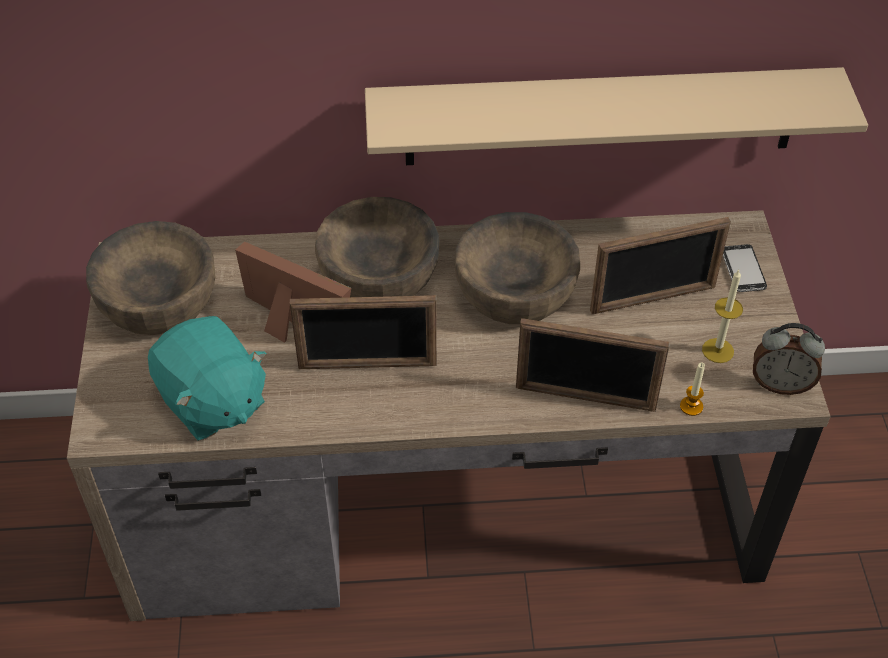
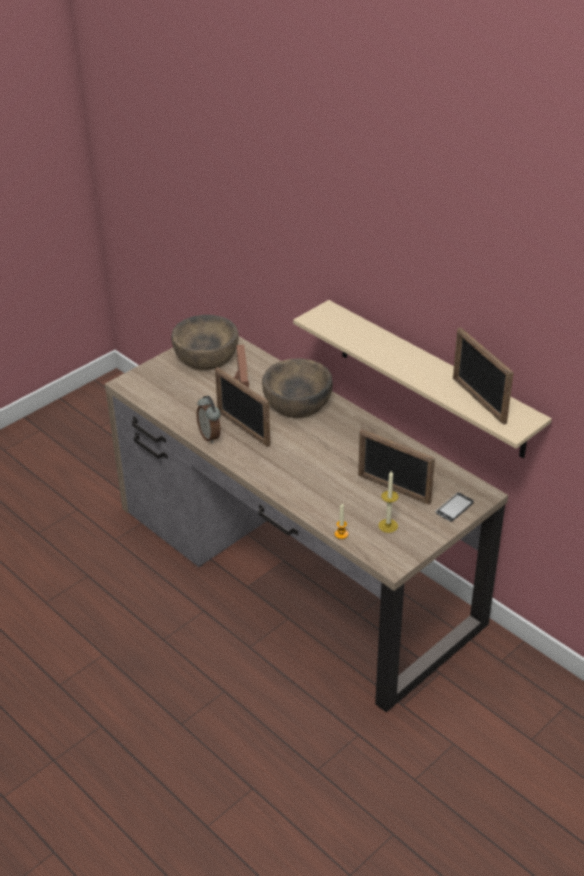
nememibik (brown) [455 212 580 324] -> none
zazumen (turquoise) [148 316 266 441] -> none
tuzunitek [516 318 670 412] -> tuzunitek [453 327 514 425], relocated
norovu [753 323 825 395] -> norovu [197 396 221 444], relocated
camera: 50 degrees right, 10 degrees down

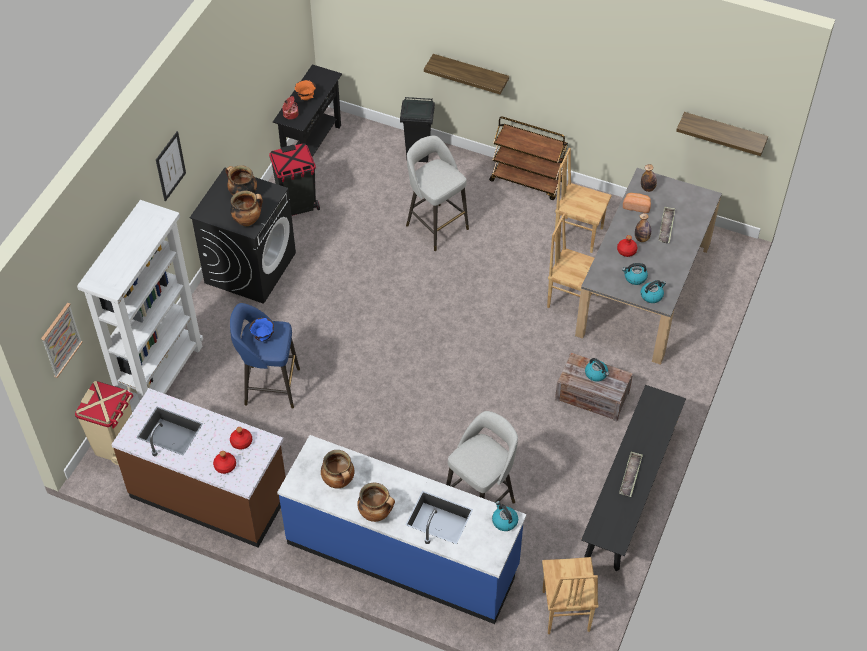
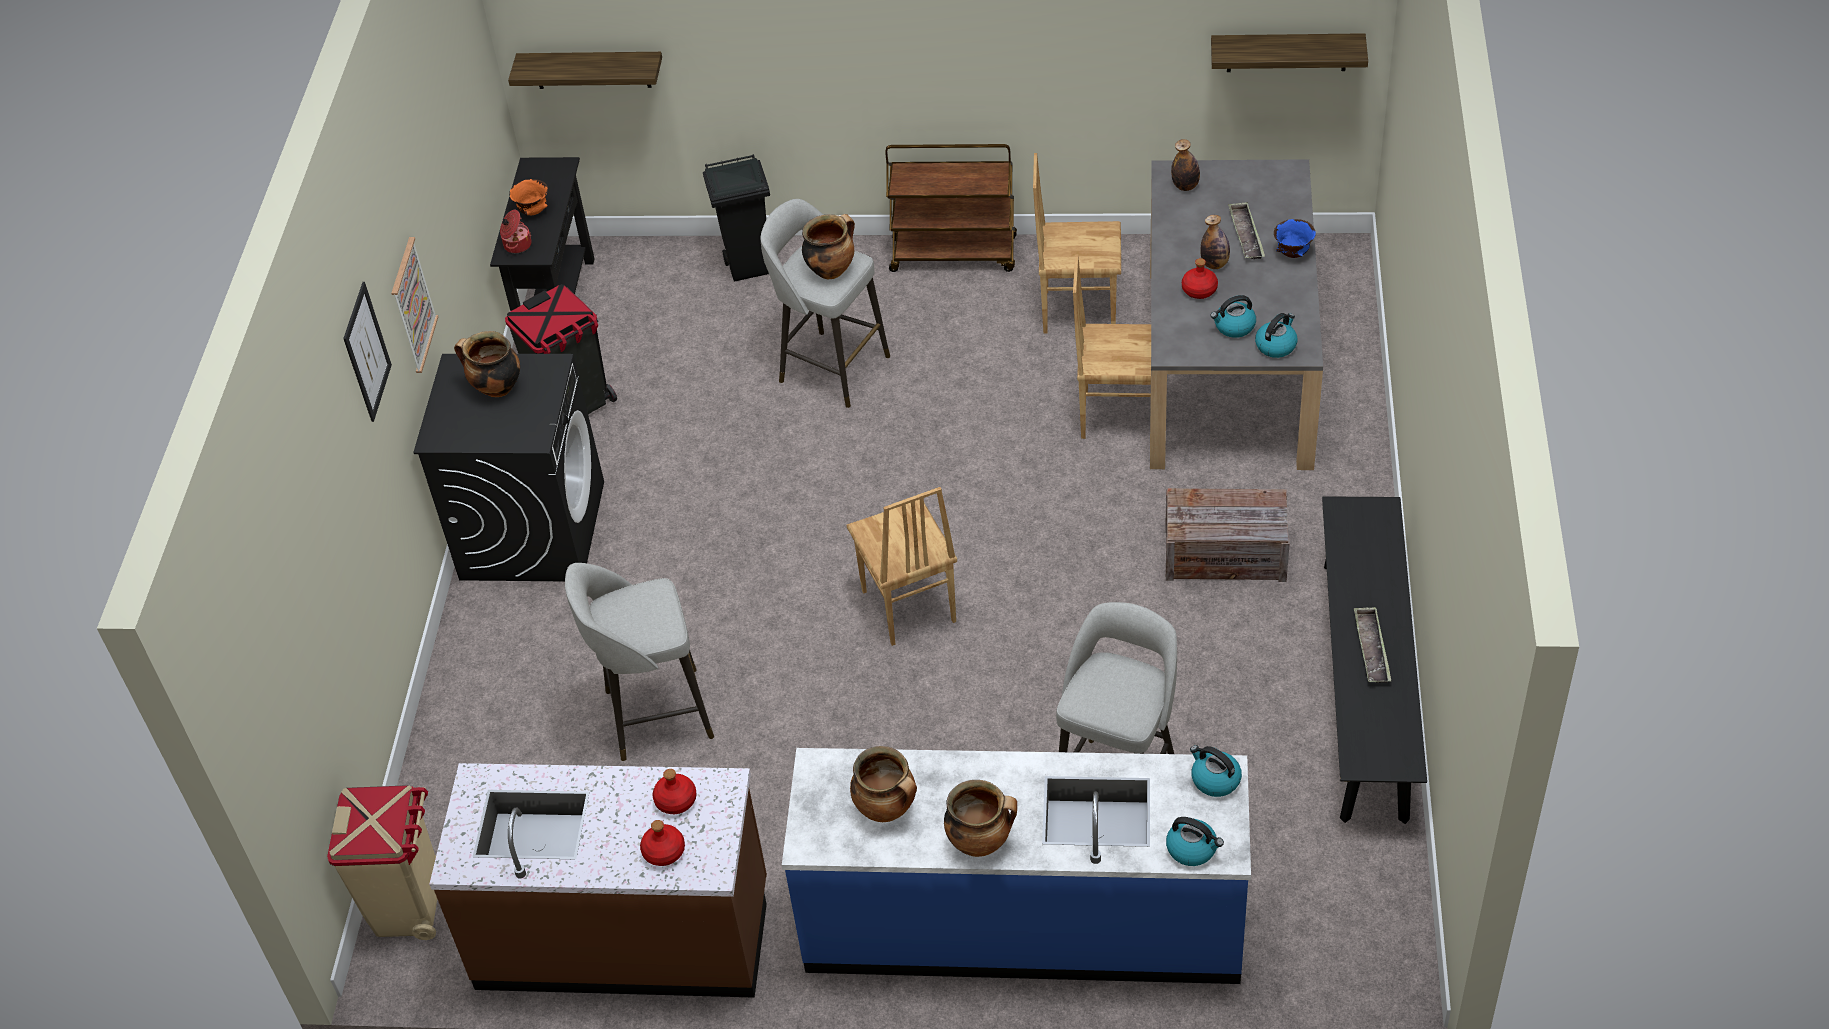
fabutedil [424 54 509 94] -> fabutedil [508 52 662 89], relocated
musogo [230 191 263 226] -> musogo [802 214 855 279], relocated
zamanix [623 193 651 213] -> none
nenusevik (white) [77 200 203 413] -> none
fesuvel [41 303 83 378] -> fesuvel [391 237 438 373], relocated
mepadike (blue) [230 303 300 409] -> mepadike (grey) [565 563 714 761]
nememibik (blue) [250 318 274 342] -> nememibik (blue) [1274 219 1316 258], relocated
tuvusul [585 358 609 382] -> tuvusul [1166 817 1224 866], relocated
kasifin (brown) [542 557 598 634] -> kasifin (brown) [847 487 957 646], relocated
camera: 15 degrees left, 5 degrees down

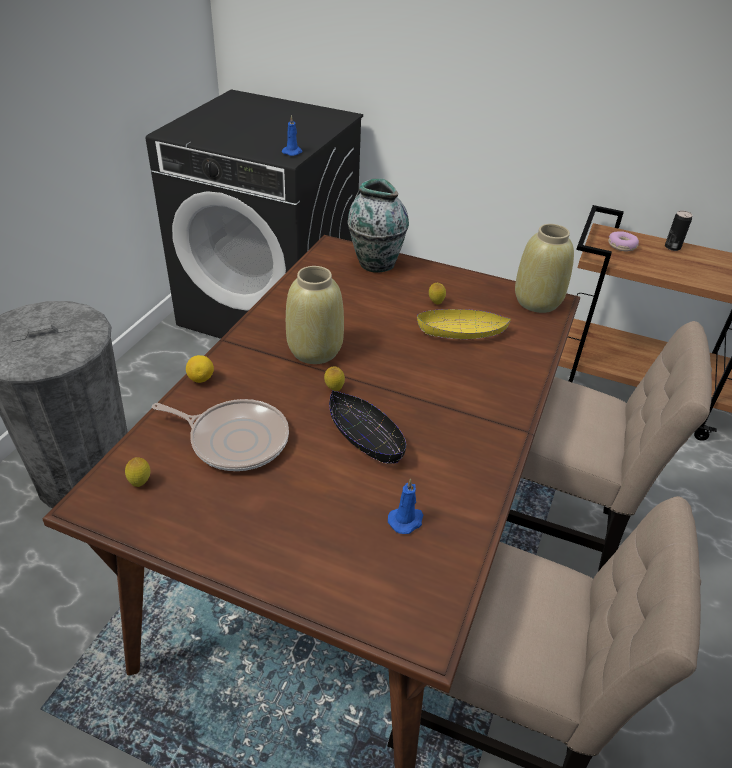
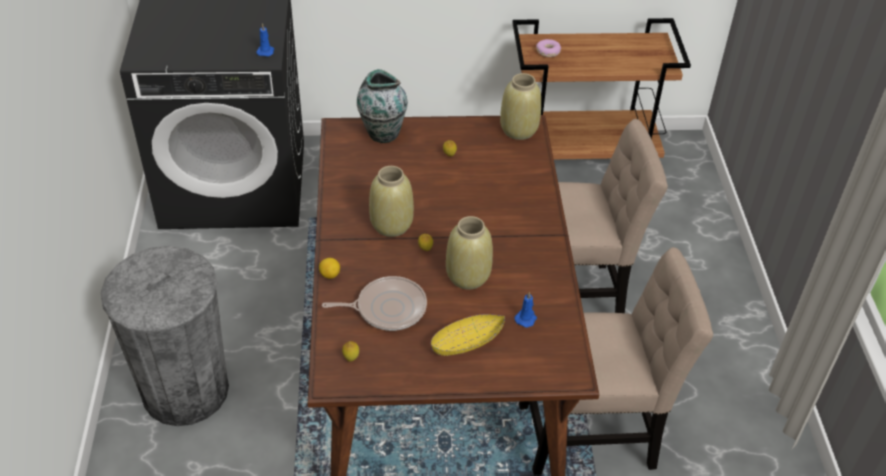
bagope [665 211 693 251] -> none
nememibik (yellow) [417 309 511 339] -> nememibik (yellow) [431 314 505 356], relocated
nememibik (black) [329 390 406 464] -> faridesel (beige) [446 216 493 290]
camera: 25 degrees left, 5 degrees up

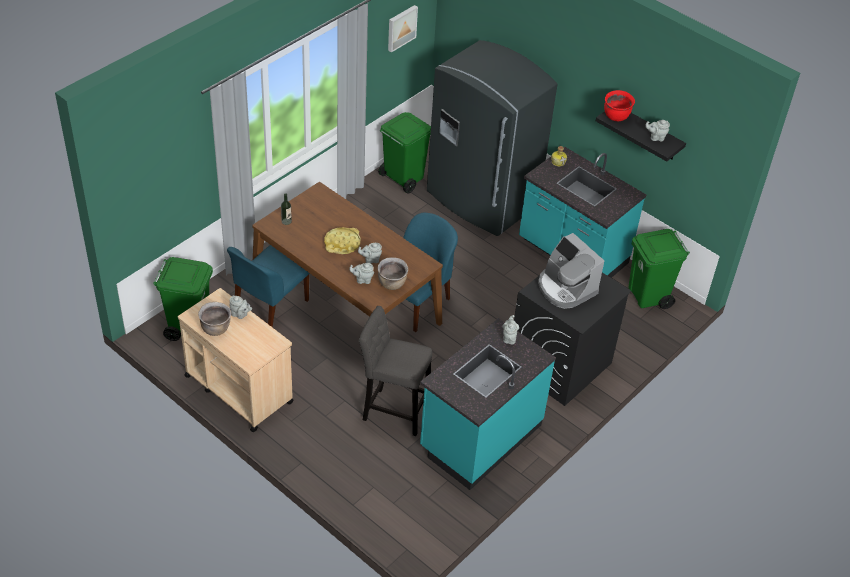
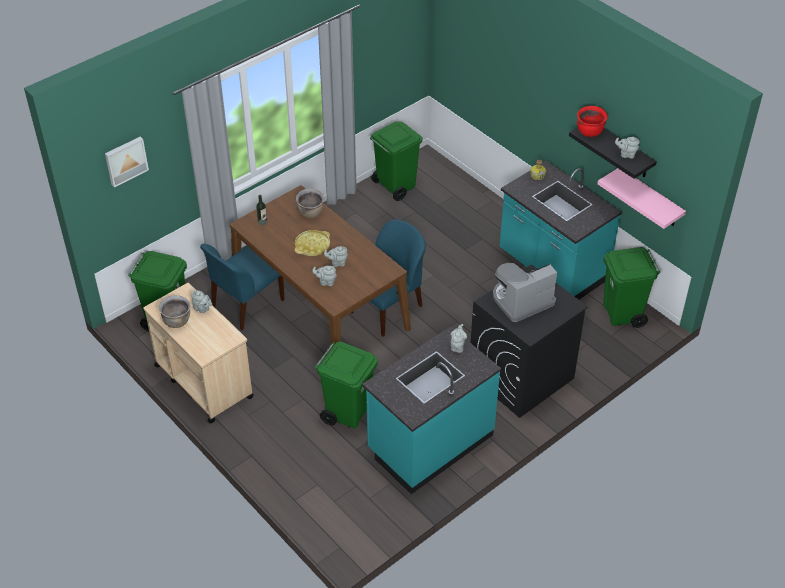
fesuvel [388 5 418 52] -> fesuvel [105 137 149 187], relocated
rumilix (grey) [427 40 557 236] -> none
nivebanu [538 233 604 309] -> nivebanu [493 263 557 322], 90 degrees clockwise
musogo (brown) [377 257 408 290] -> musogo (brown) [296 188 324 218], relocated
mepadike (grey) [359 306 432 436] -> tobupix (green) [315 342 378 429]
none -> fabutedil (pink) [597 168 686 229]
camera: 10 degrees right, 0 degrees up

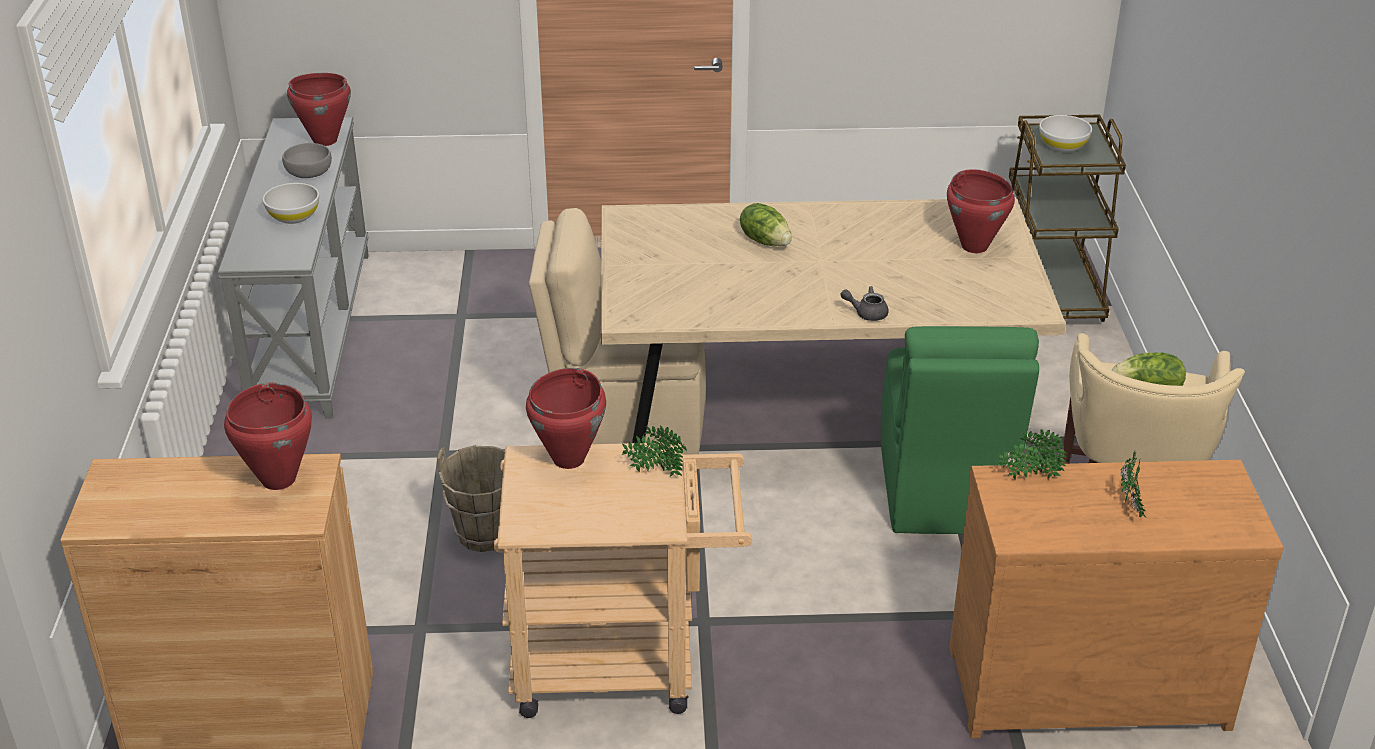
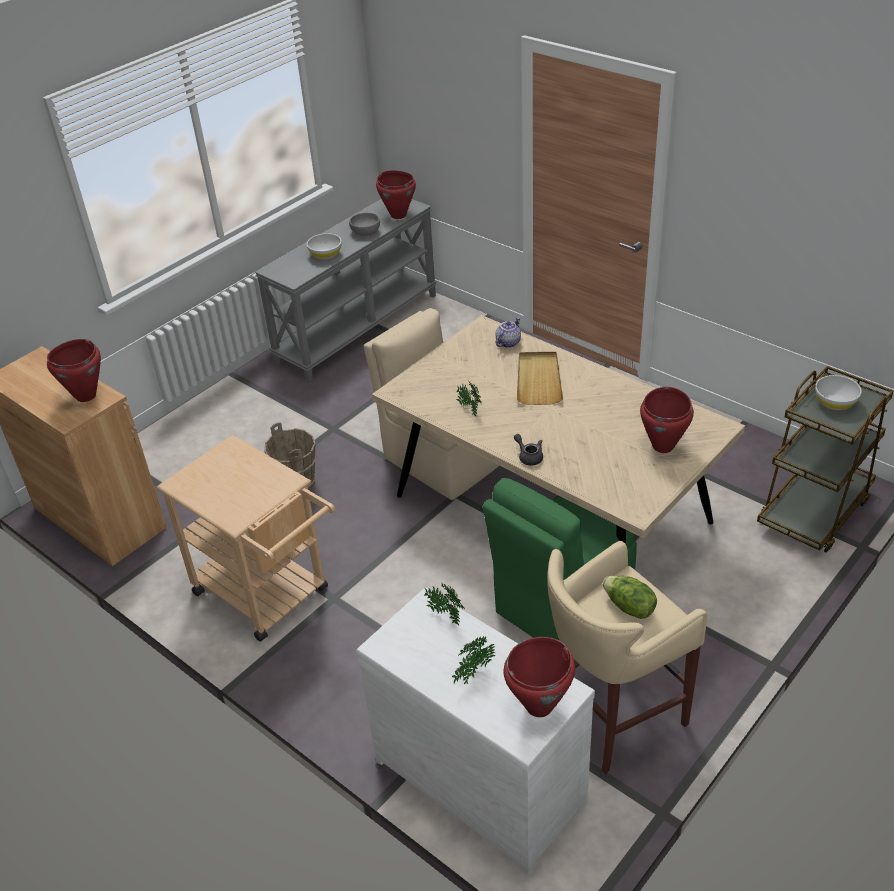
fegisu [740 203 792 246] -> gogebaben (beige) [517 352 563 405]
musogo (red) [526 368 606 469] -> musogo (red) [503 637 575 717], relocated
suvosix [622 426 687 477] -> suvosix [456 382 482 416], relocated
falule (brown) [950 460 1284 738] -> falule (white) [356 587 595 875]
none -> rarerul [495 317 521 348]
camera: 45 degrees right, 5 degrees up

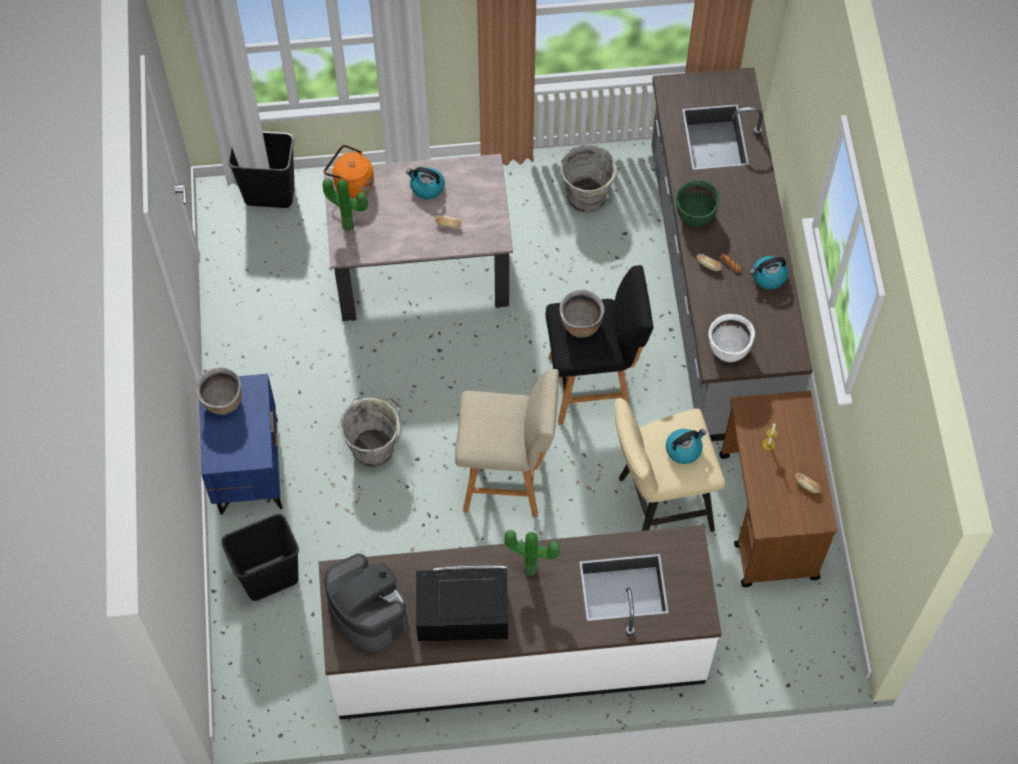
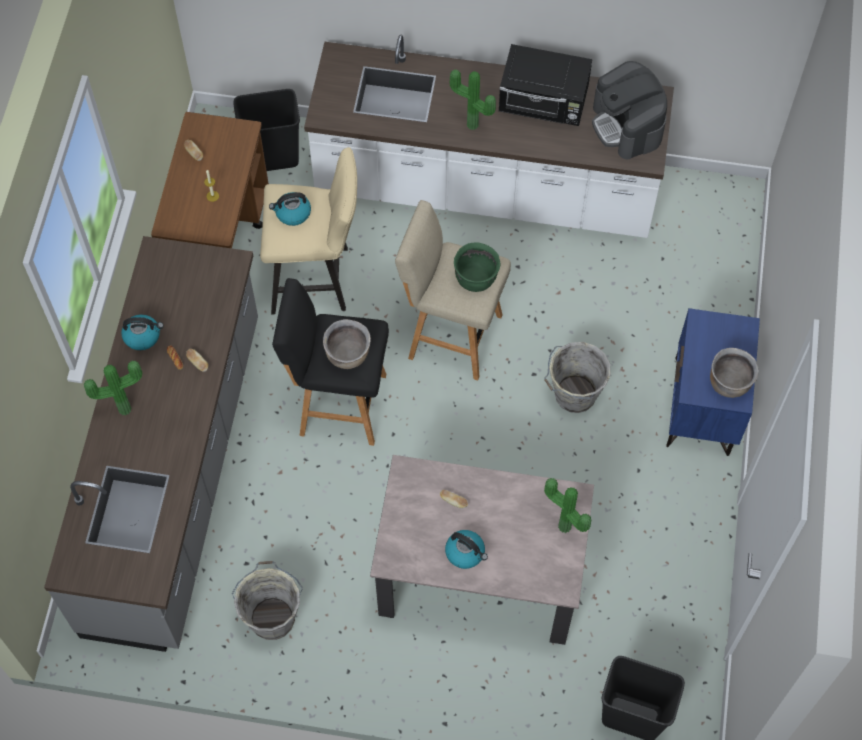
tuvusul (orange) [324 145 374 198] -> none
musogo (green) [675 180 720 227] -> musogo (green) [454 242 500 292], relocated
musogo (white) [709 314 755 362] -> none
tobupix (black) [221 514 299 601] -> tobupix (black) [234 89 300 171], relocated
none -> suvosix [84 361 142 416]
camera: 165 degrees left, 0 degrees up

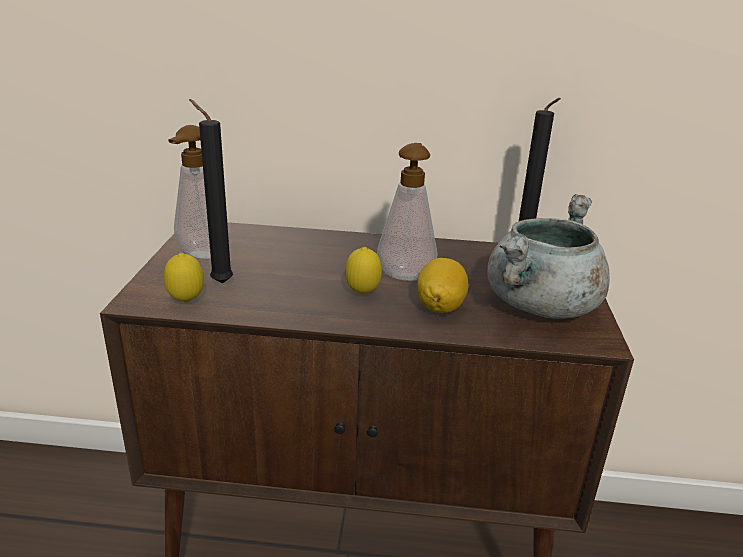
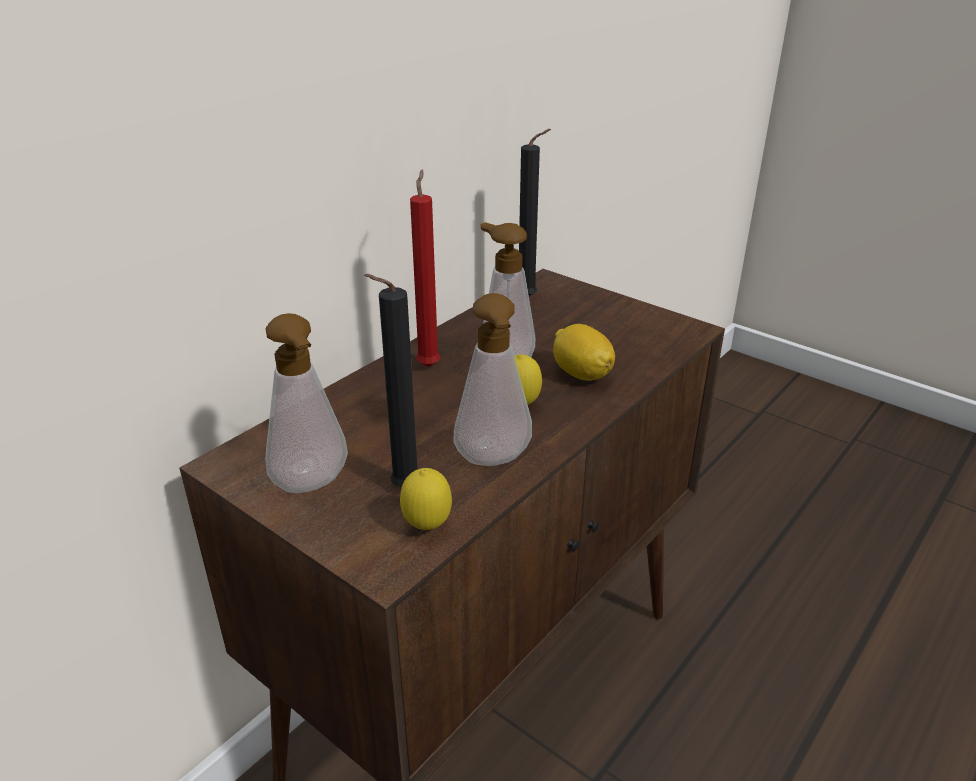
musogo (grey) [487 194 609 319] -> none
none -> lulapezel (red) [410 169 440 367]
none -> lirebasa [453 293 532 466]
camera: 55 degrees left, 5 degrees up

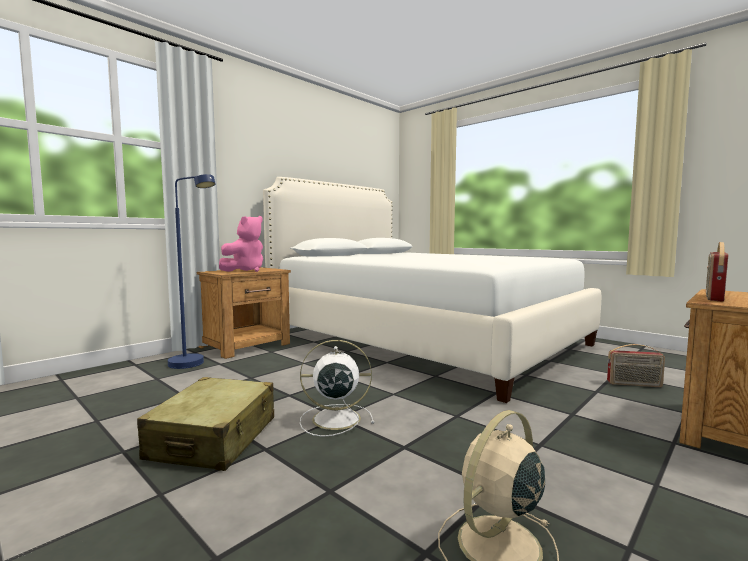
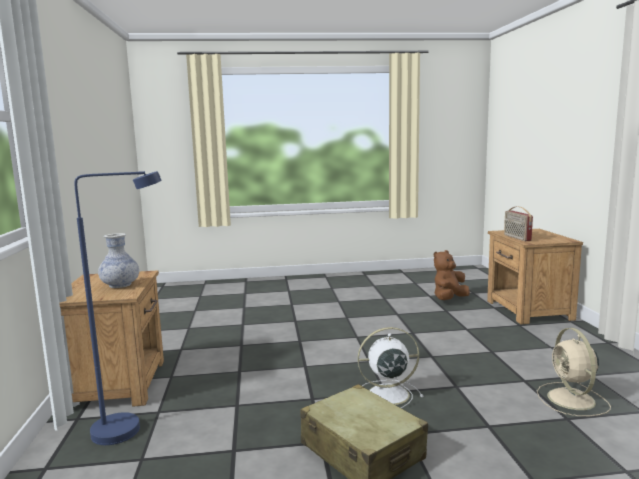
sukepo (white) [263 177 601 403] -> none
zazumen (pink) [219 216 263 272] -> faridesel [98 233 139 288]
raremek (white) [300 340 374 437] -> raremek (white) [357 327 424 408], 45 degrees clockwise
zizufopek [607 344 665 387] -> zazumen (brown) [434 250 470 300]
camera: 50 degrees left, 5 degrees up

